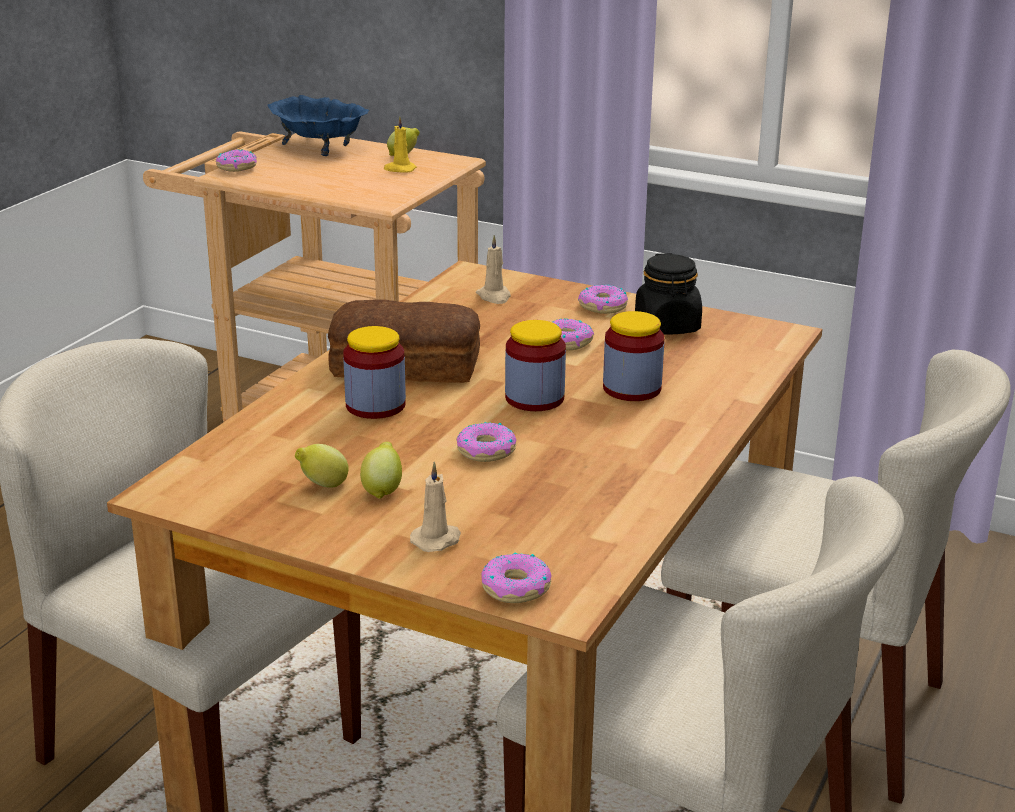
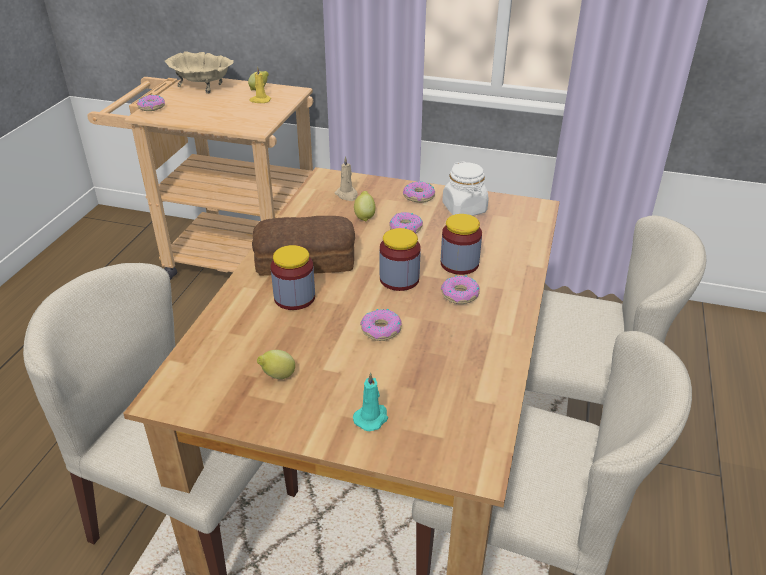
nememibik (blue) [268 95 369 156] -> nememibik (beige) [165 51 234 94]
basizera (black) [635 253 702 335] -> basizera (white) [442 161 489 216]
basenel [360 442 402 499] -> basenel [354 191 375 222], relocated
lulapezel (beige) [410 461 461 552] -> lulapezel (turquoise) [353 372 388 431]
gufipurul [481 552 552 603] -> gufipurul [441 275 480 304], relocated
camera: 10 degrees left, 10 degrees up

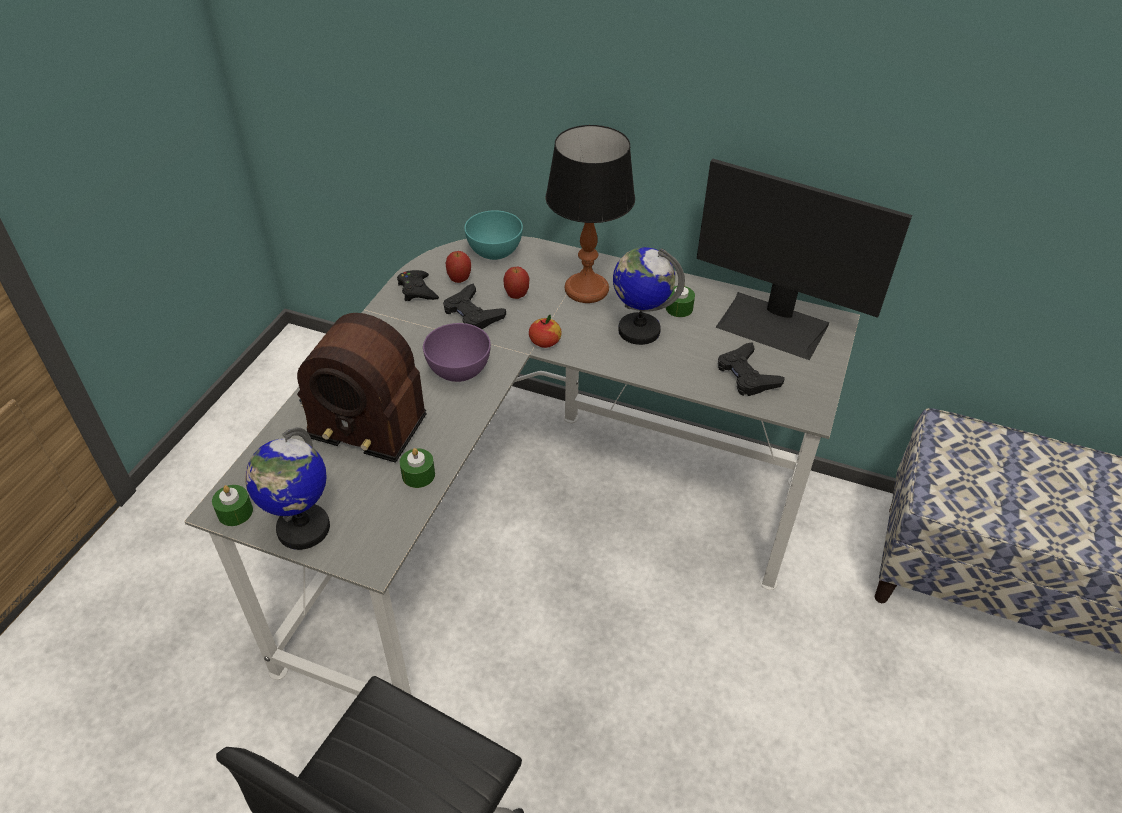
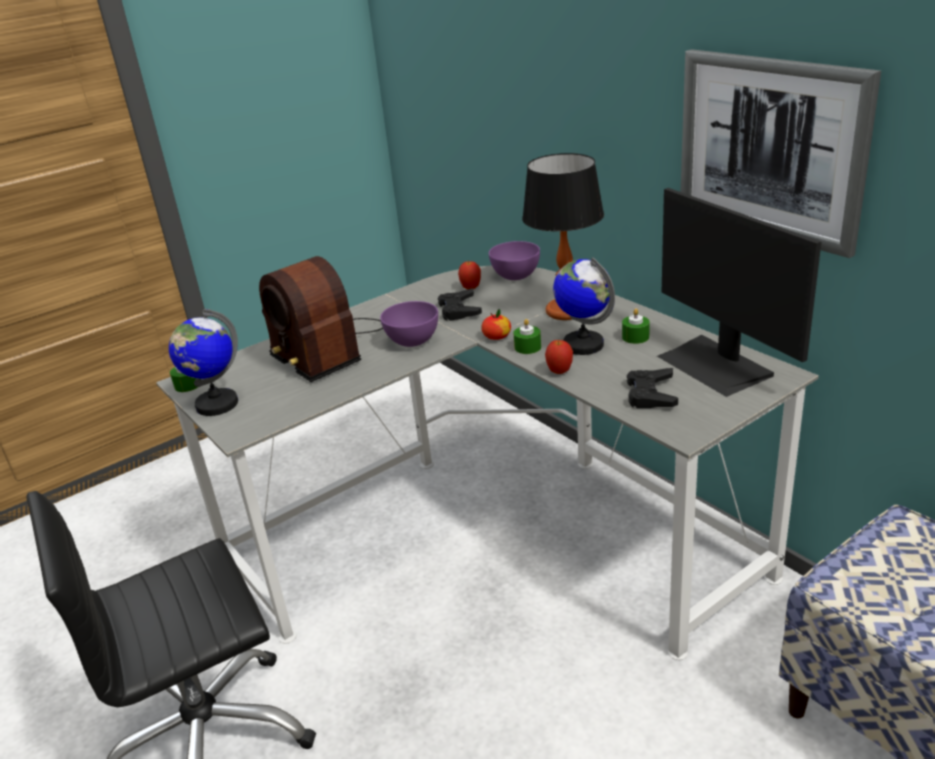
nememibik (turquoise) [464 210 523 260] -> nememibik (purple) [489 241 540 280]
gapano [503 267 529 299] -> gapano [545 340 573 374], relocated
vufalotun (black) [397 270 439 301] -> none
lulapezel (green) [400 448 435 488] -> lulapezel (green) [513 319 541 354], relocated
none -> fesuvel [681 49 881 258]
camera: 35 degrees right, 15 degrees down

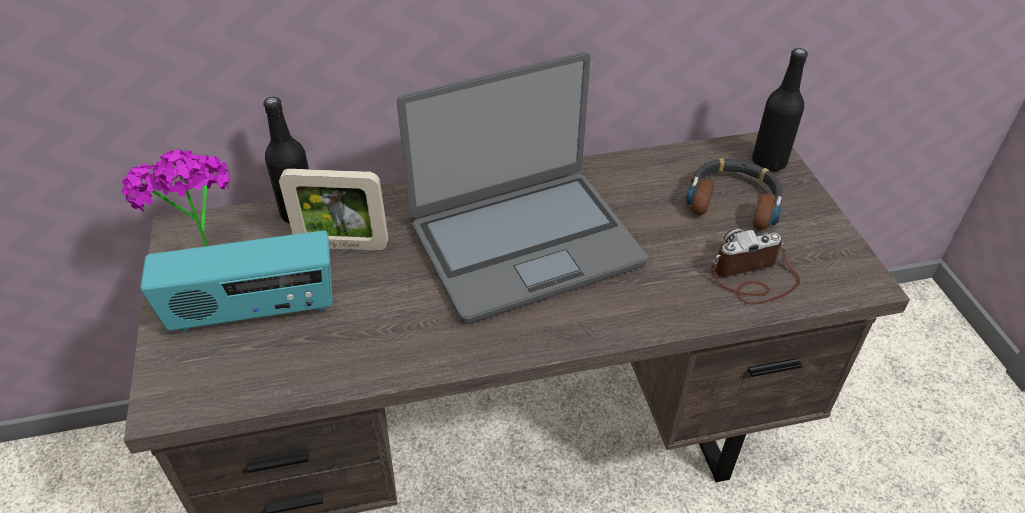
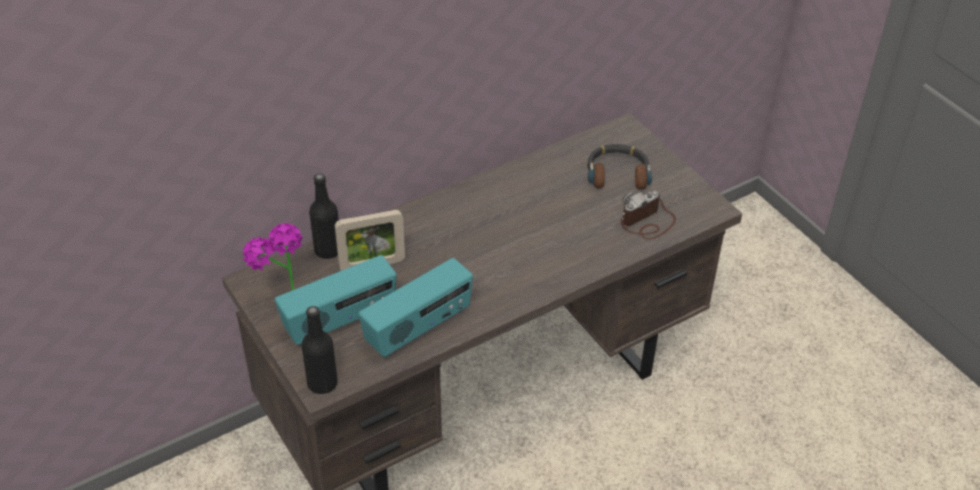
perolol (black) [752 48 808 171] -> perolol (black) [302 306 338 394], relocated
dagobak [397 52 648 324] -> none
none -> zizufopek [358 258 473 357]
camera: 20 degrees left, 0 degrees up

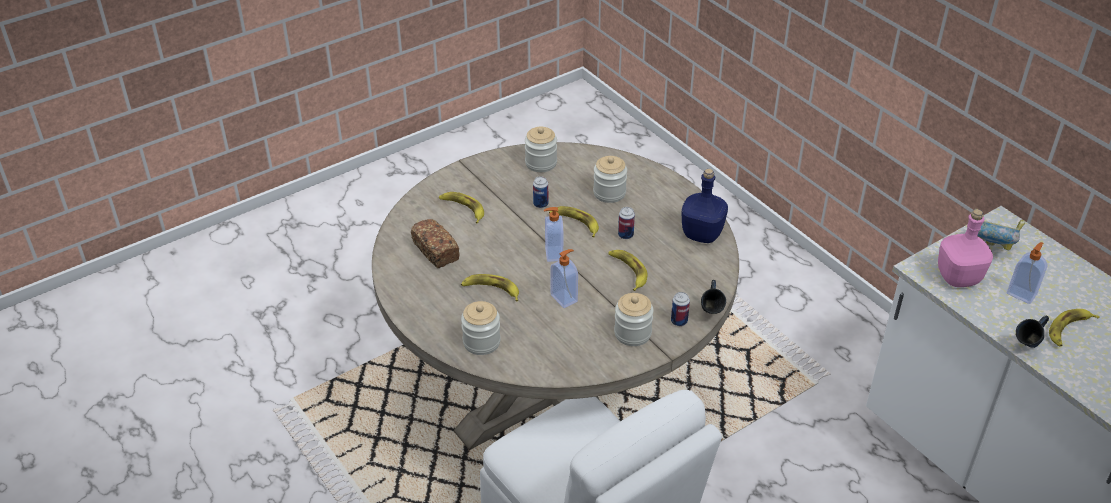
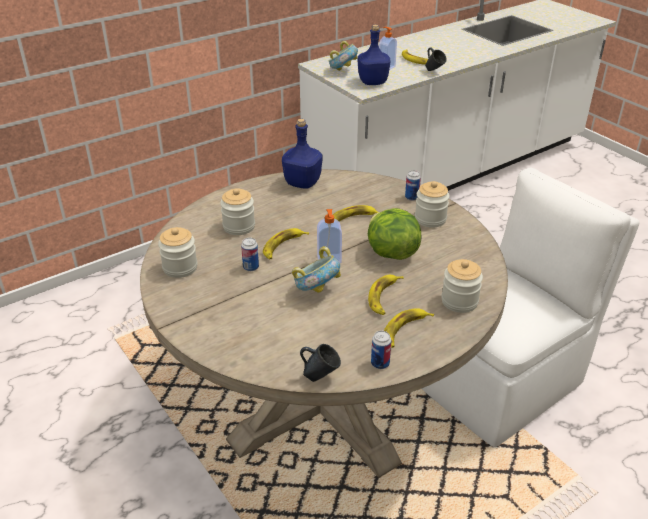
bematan [439 192 484 223] -> bematan [384 308 434 348], relocated
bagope [618 207 635 239] -> bagope [371 331 391 369], relocated
perolol (pink) [938 209 993 287] -> perolol (blue) [358 25 390 85]
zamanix [411 219 460 268] -> none
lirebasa [551 249 578 308] -> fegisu [368 208 421 260]
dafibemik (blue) [701 280 726 314] -> dafibemik (blue) [300 344 341 382], relocated
none -> nememibik [292 246 341 293]
camera: 90 degrees left, 5 degrees down

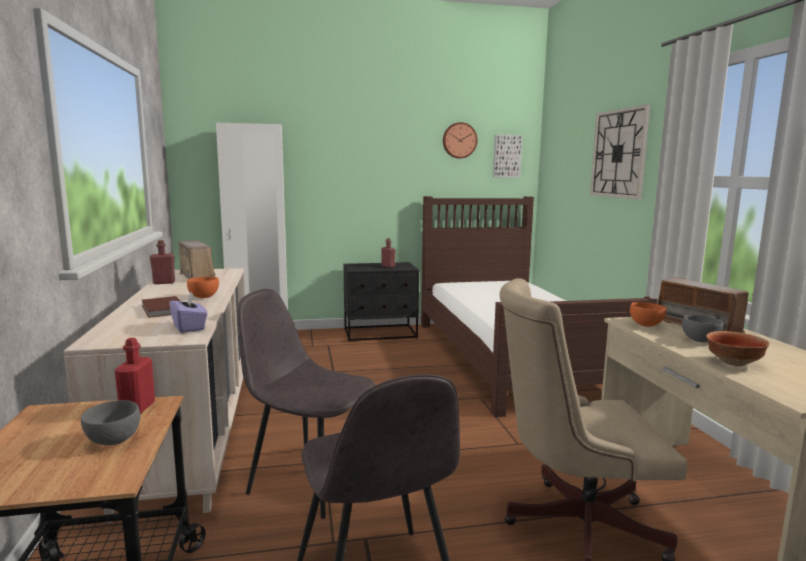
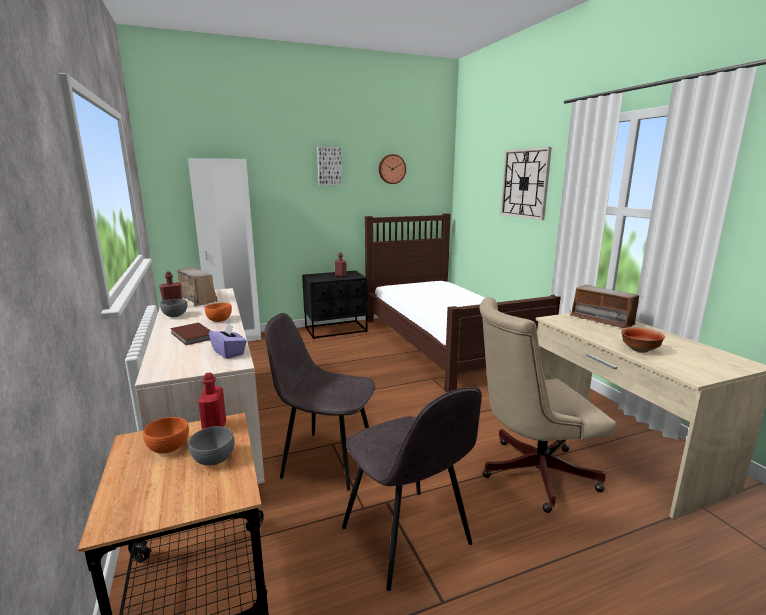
fesuvel [493 134 522 178] -> fesuvel [317 147 343 186], relocated
nememibik (orange) [630 302 666 327] -> nememibik (orange) [143 417 189 454], relocated
nememibik (grey) [682 315 723 342] -> nememibik (grey) [160 299 187 317], relocated
camera: 10 degrees left, 5 degrees up

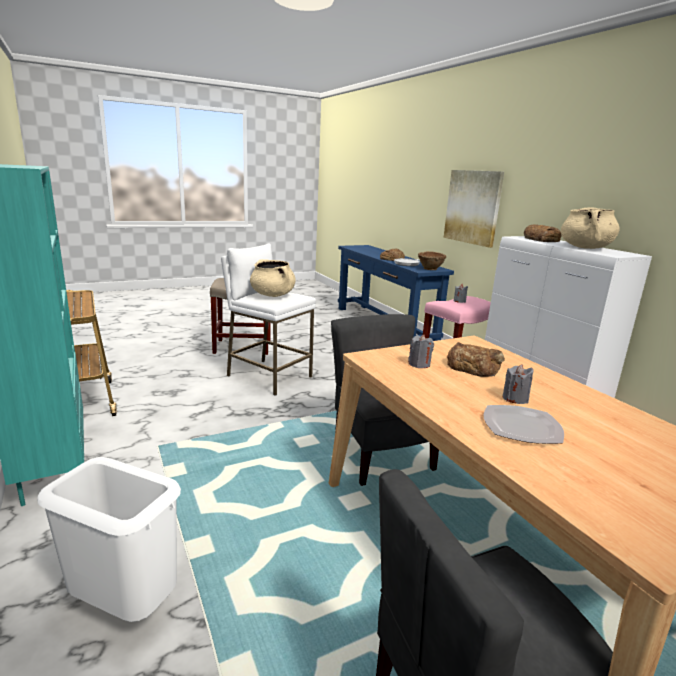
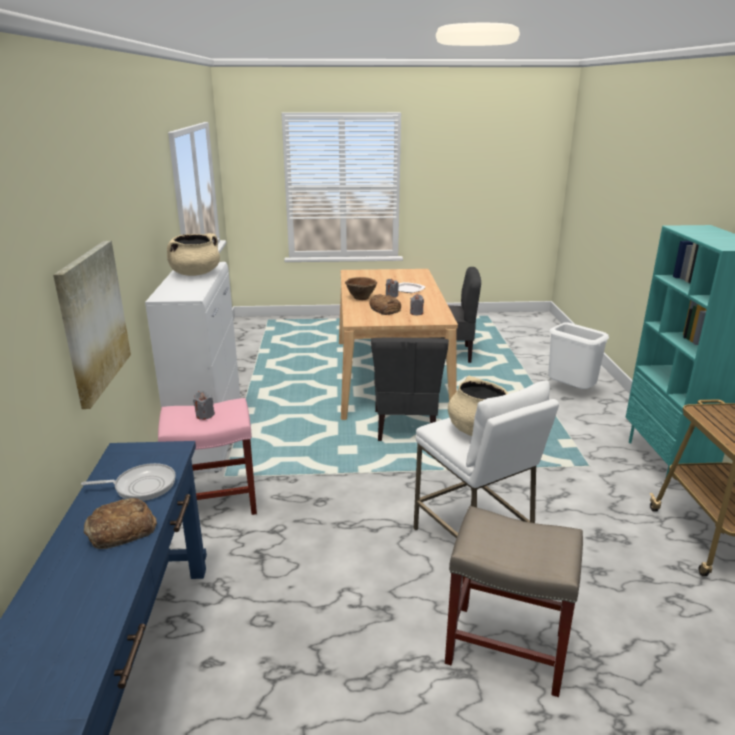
zamanix [524 224 561 242] -> none
nememibik (brown) [418 251 446 270] -> nememibik (brown) [345 277 377 300], relocated
camera: 155 degrees left, 5 degrees up

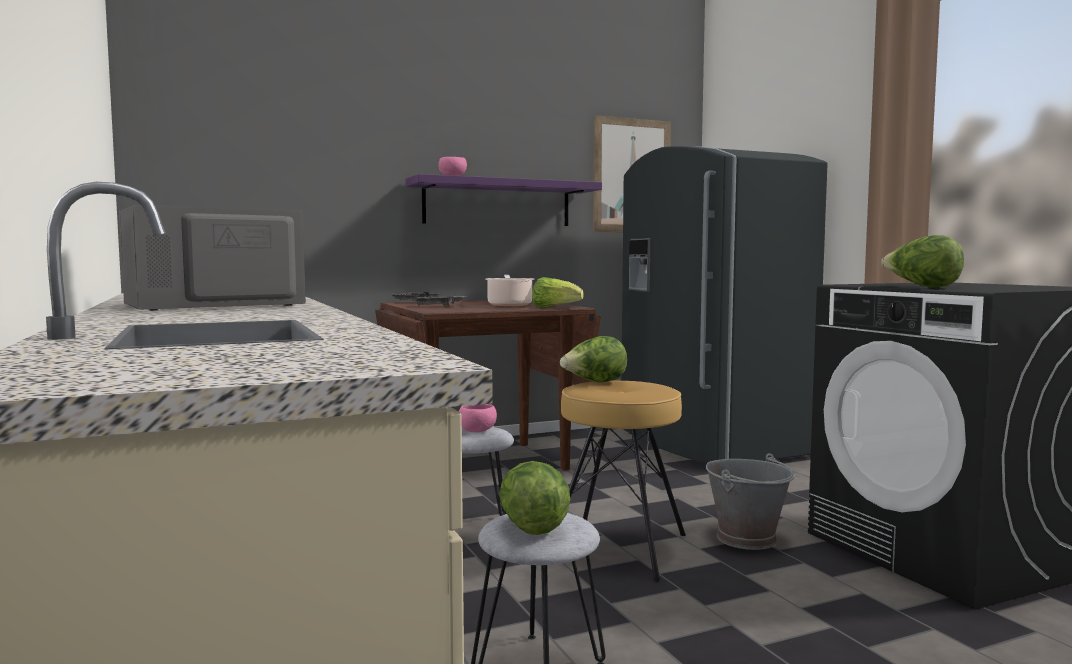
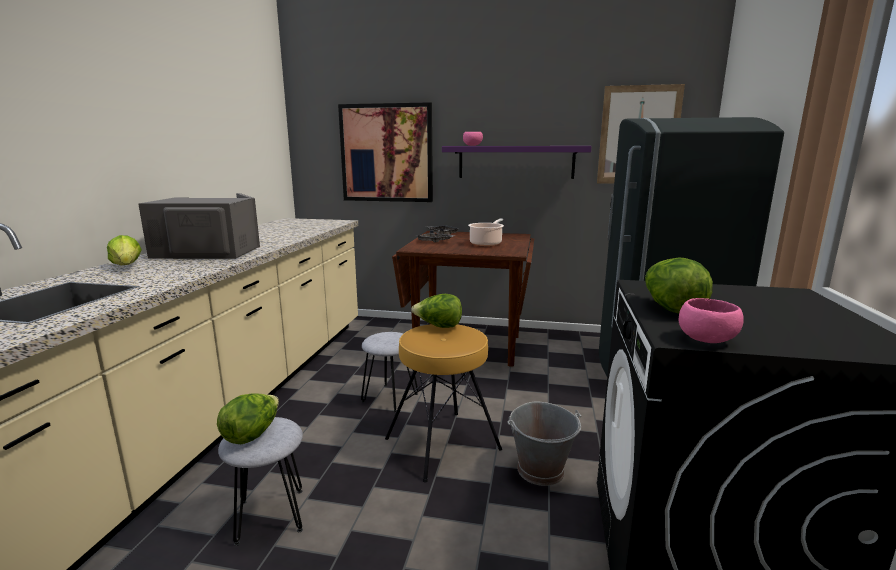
fegisu [532 277 584 307] -> fegisu [107 235 142 265], relocated
nememibik (pink) [459 404 497 432] -> nememibik (pink) [679 298 744 343], relocated
none -> fesuvel [338 102 433 202]
camera: 35 degrees right, 10 degrees up

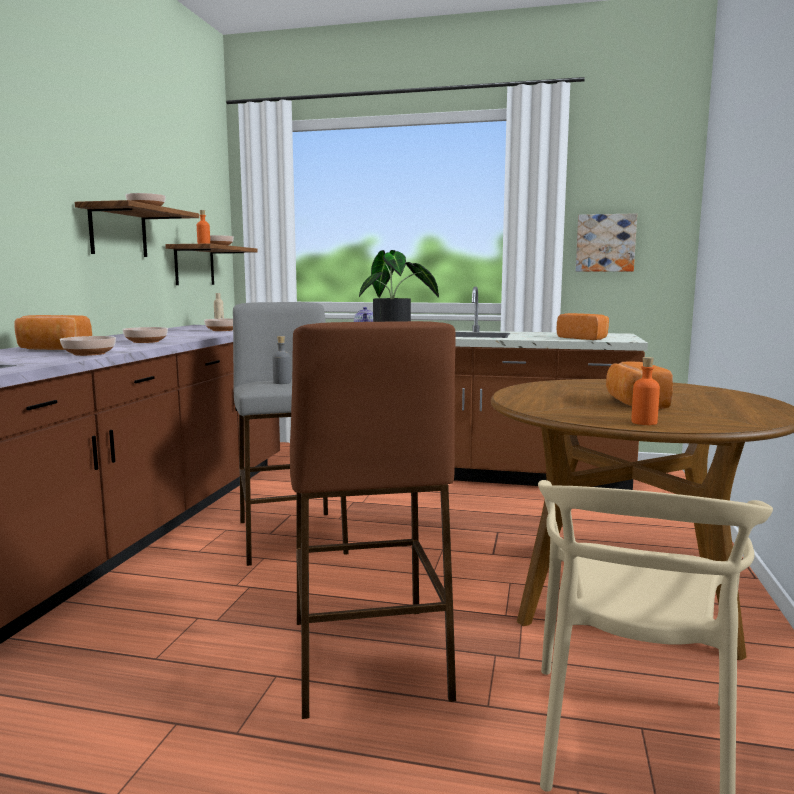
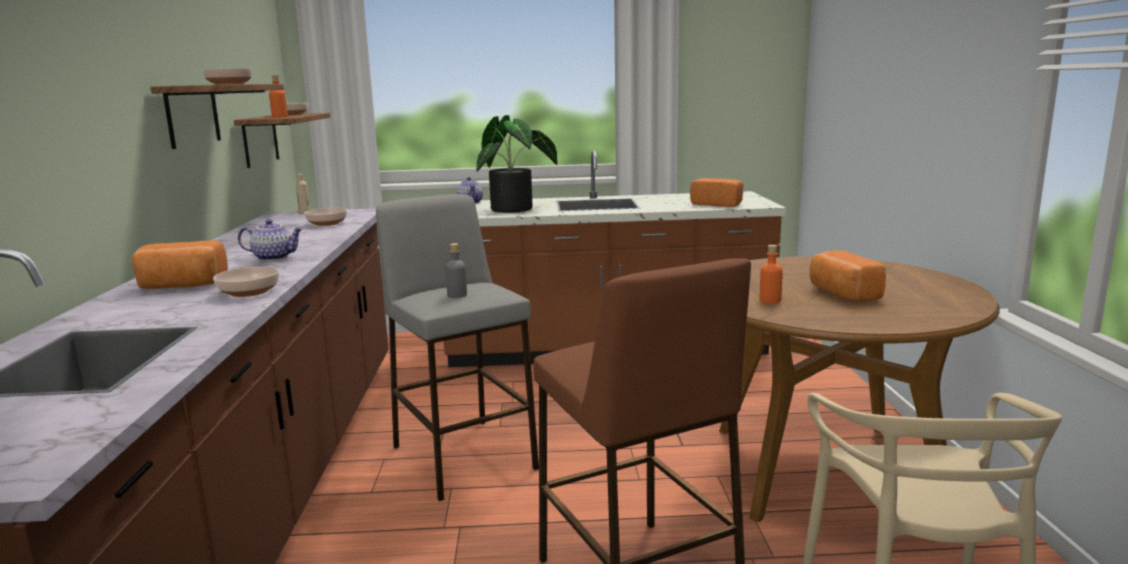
fesuvel [576 213 637 272] -> none
nememibik [122 327 168 343] -> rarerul [238 219 303 261]
perolol (orange) [631 357 660 425] -> perolol (orange) [760 245 783 303], relocated
camera: 15 degrees left, 5 degrees up

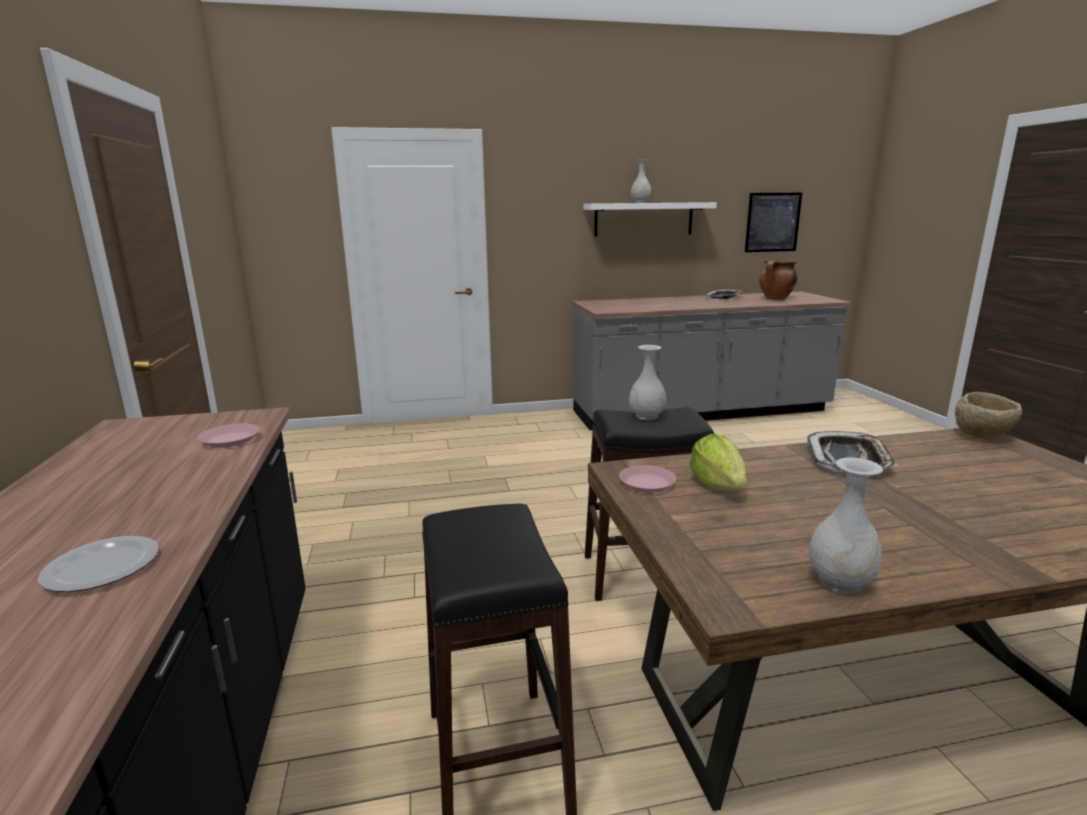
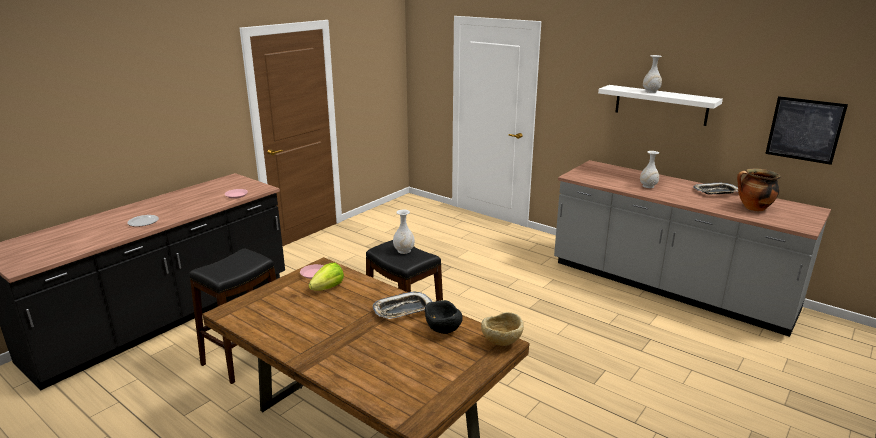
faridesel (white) [809 457 883 594] -> faridesel (white) [640 151 659 188], relocated
none -> nememibik (black) [425 300 463 334]
camera: 50 degrees right, 5 degrees up

